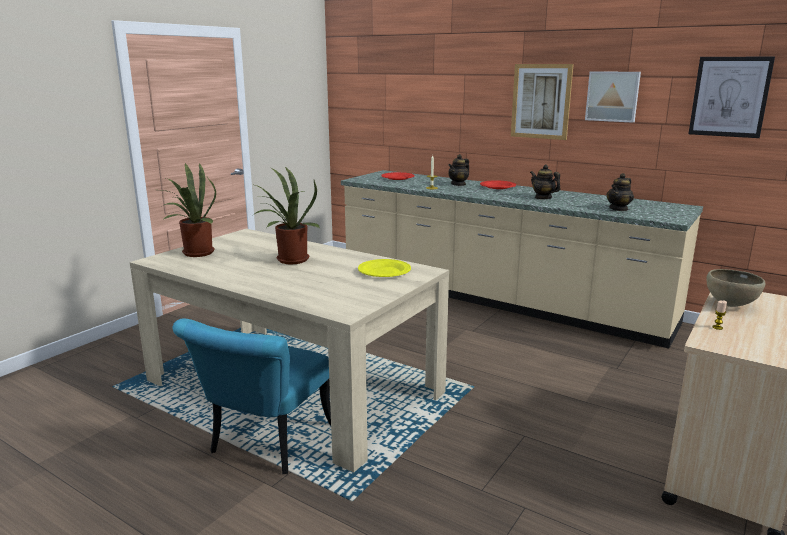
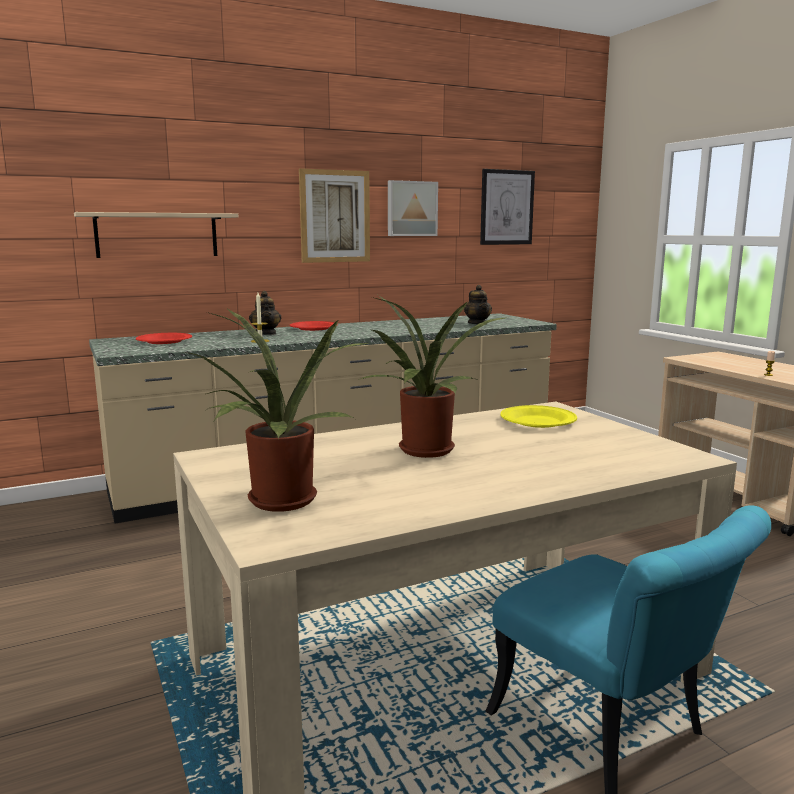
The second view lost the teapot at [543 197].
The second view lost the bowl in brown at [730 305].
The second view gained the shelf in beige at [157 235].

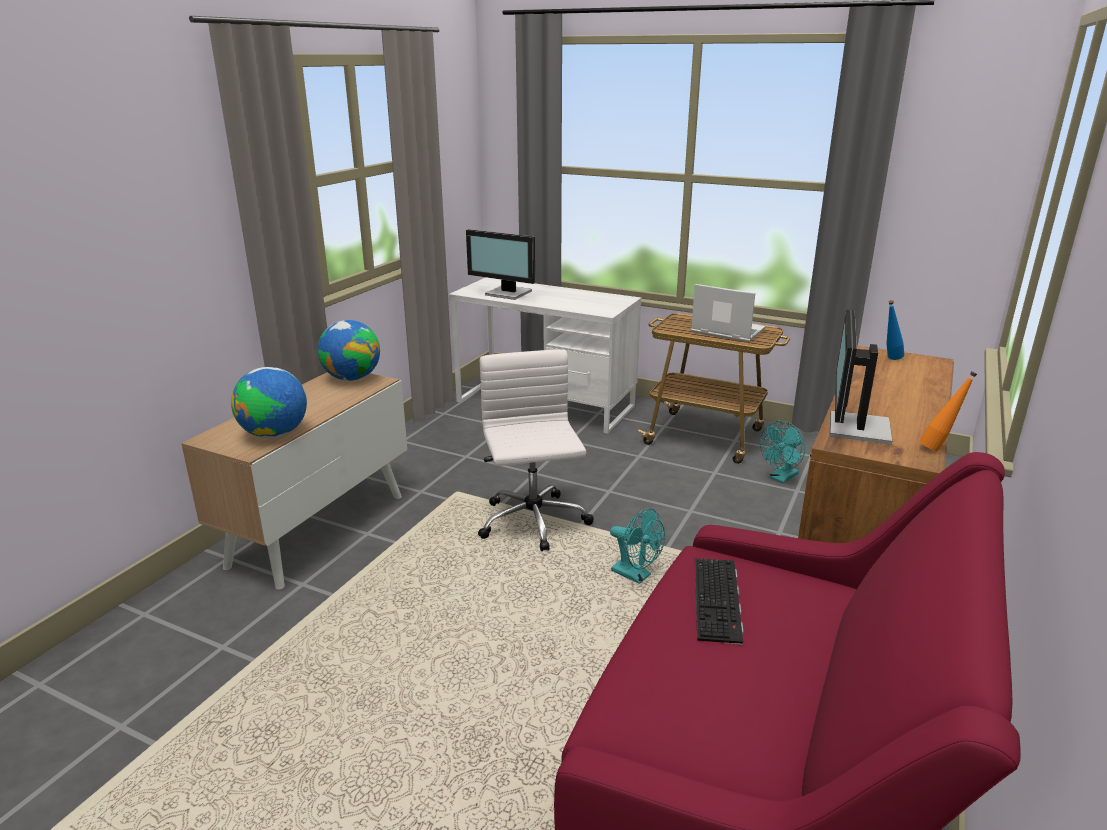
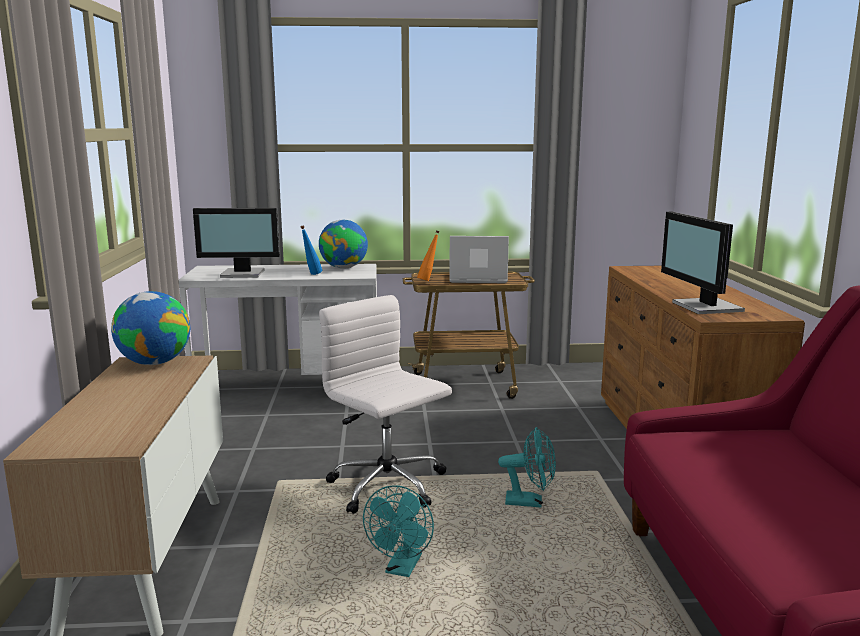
The second view lost the keyboard at [719 600].
The globe ended up elsewhere, having gone from [275 434] to [344 268].
The fan in turquoise ended up elsewhere, having gone from [781 478] to [402 569].
The bottle in blue ended up elsewhere, having gone from [889 359] to [311 275].
The bottle in orange ended up elsewhere, having gone from [939 448] to [428 280].

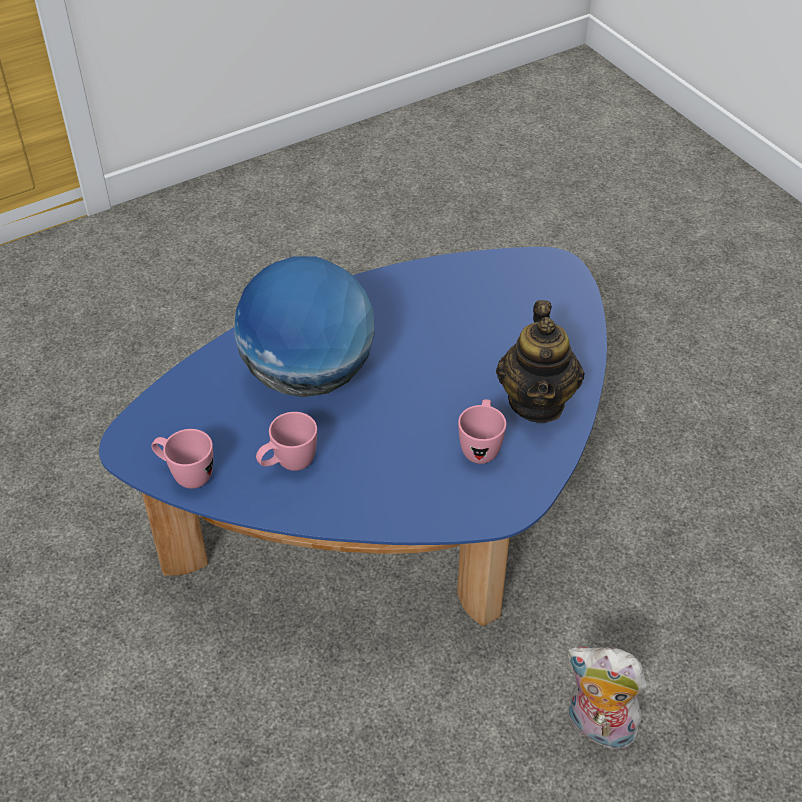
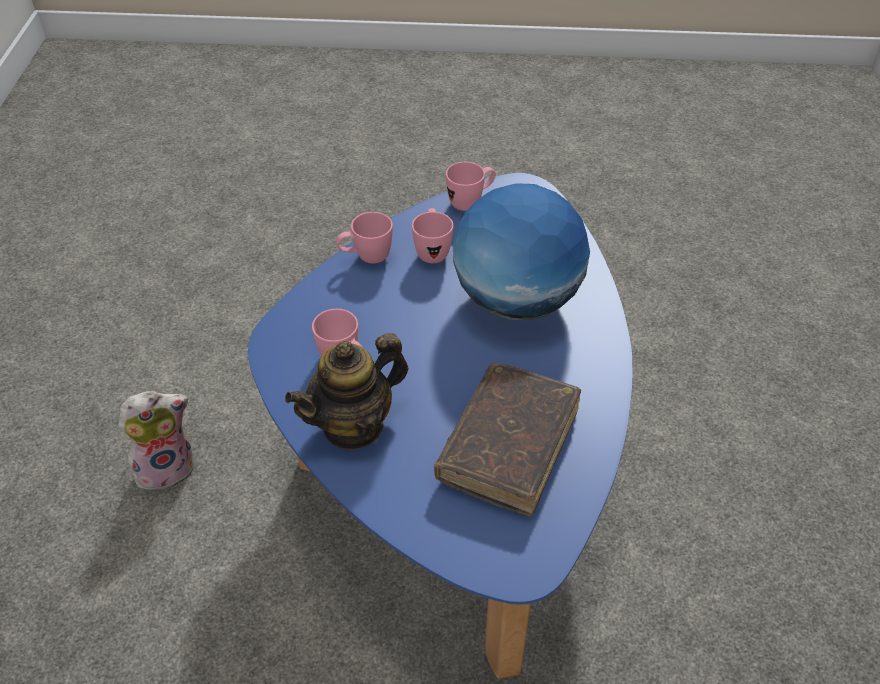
The second view gained the mug in pink at [366 258].
The second view gained the book in brown at [508 446].
The teapot at [537 402] ended up facing another way, 75 degrees counterclockwise from before.

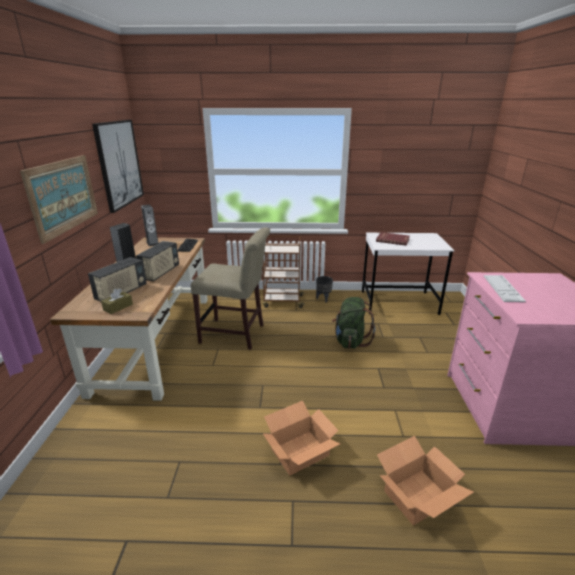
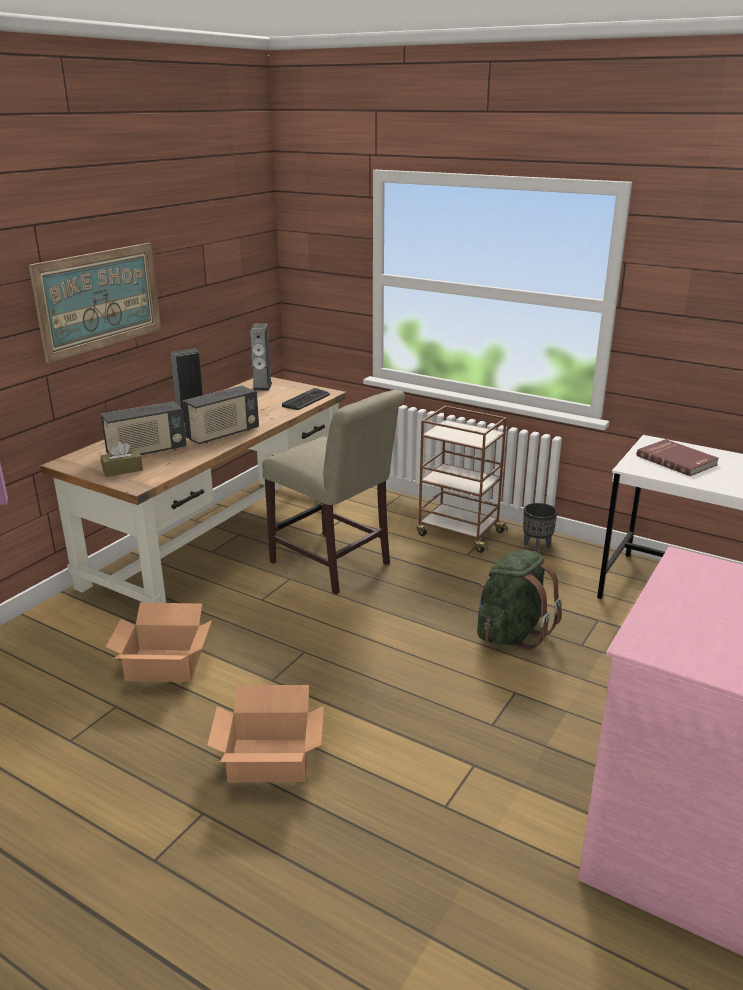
The second view lost the picture at [119 164].
The second view lost the keyboard at [502 288].
The cardboard box ended up elsewhere, having gone from [416 496] to [163 664].

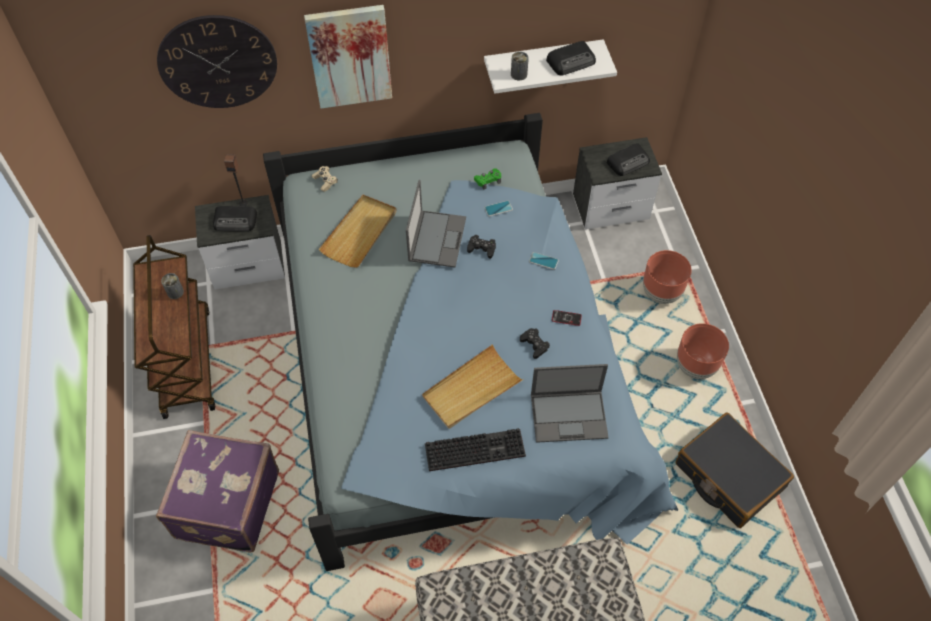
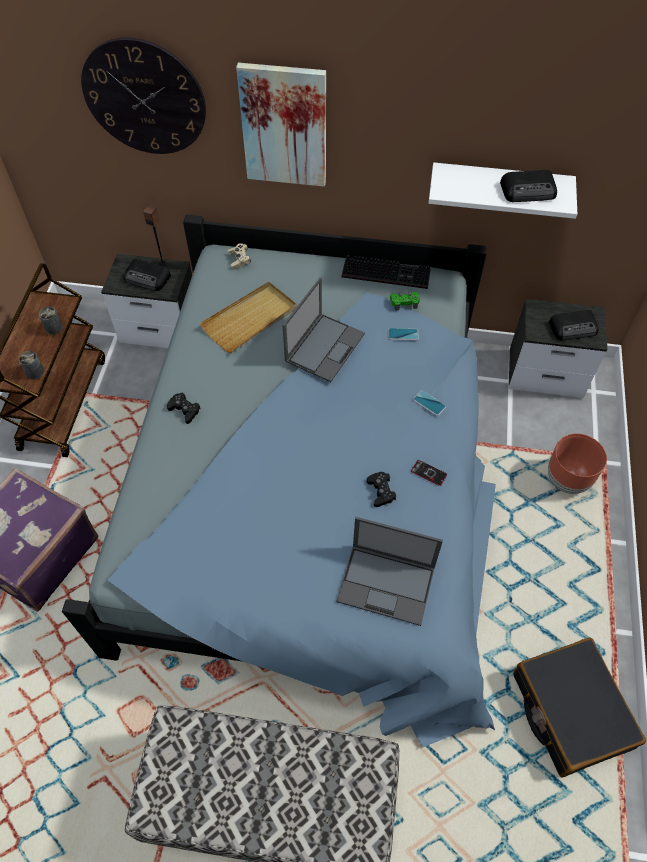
The second view lost the tray in beige at [471 389].
The second view lost the planter in brown at [696 366].
The keyboard ended up elsewhere, having gone from [476 448] to [387 272].
The game controller in black ended up elsewhere, having gone from [481 248] to [184 410].
The can ended up elsewhere, having gone from [519 74] to [35 372].

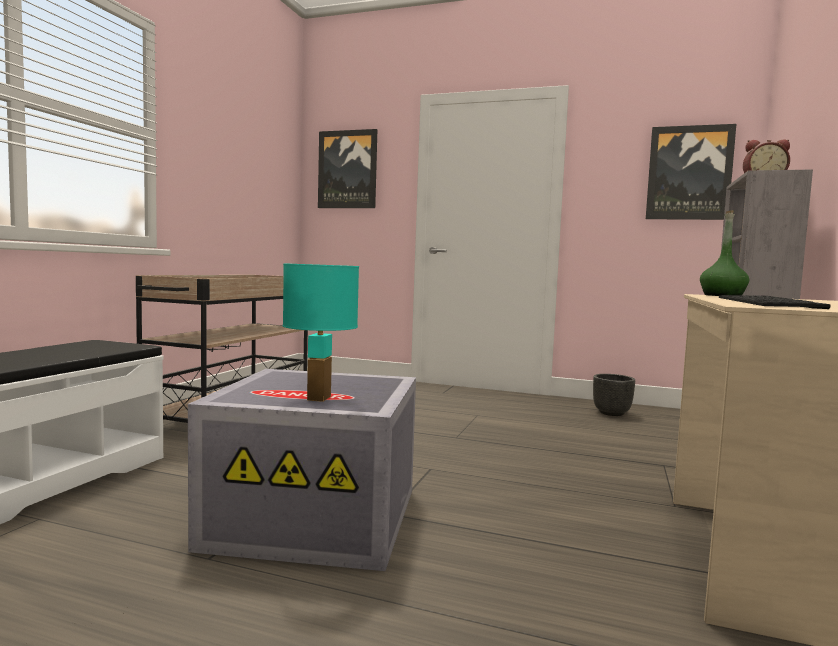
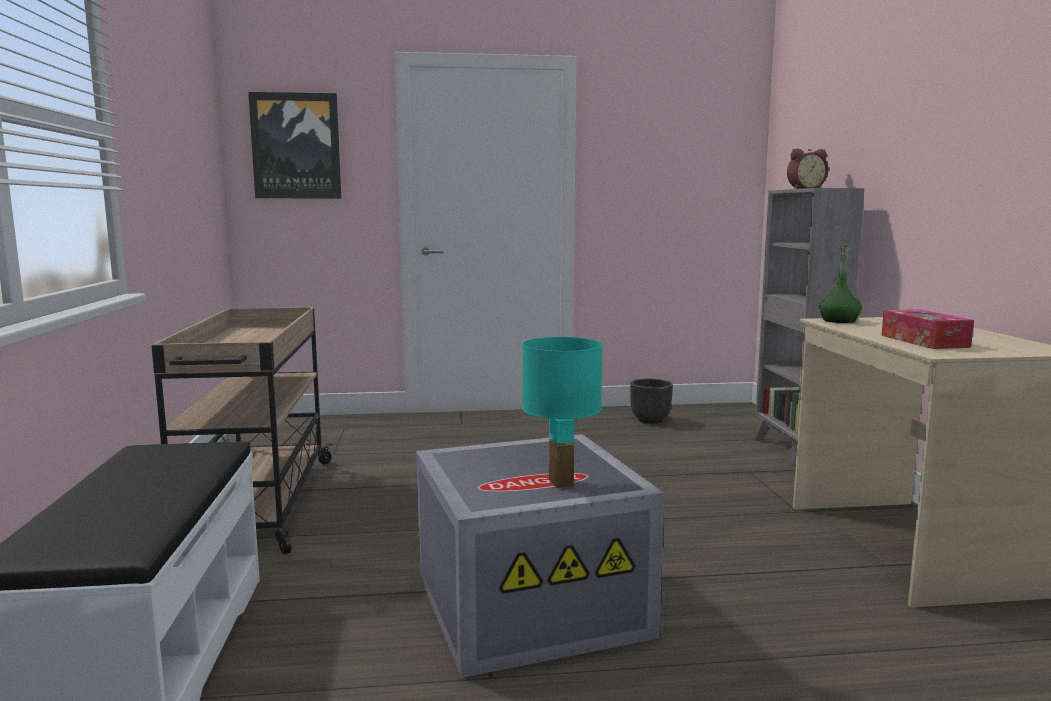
The second view lost the picture at [689 173].
Where the keyboard stood at [770 302], the tissue box came to stand at [924 341].

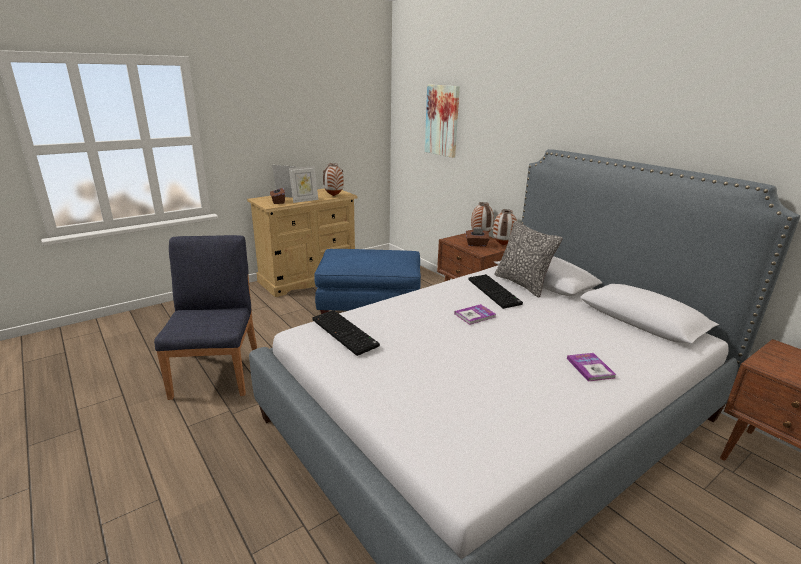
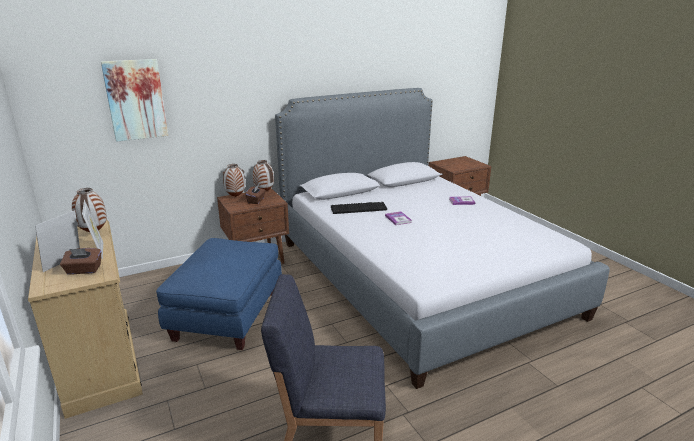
The second view lost the keyboard at [346 333].
The second view lost the pillow at [522 284].

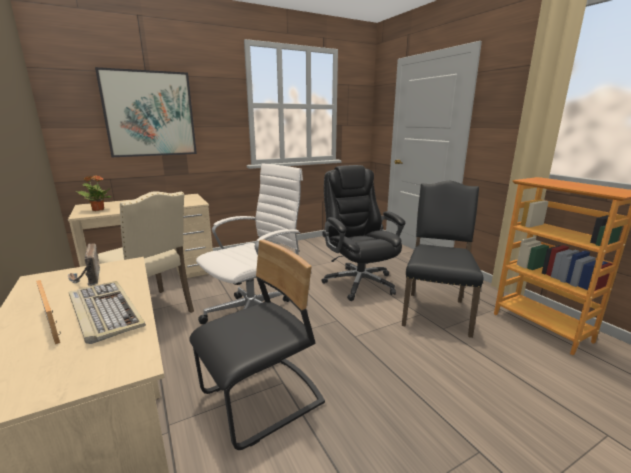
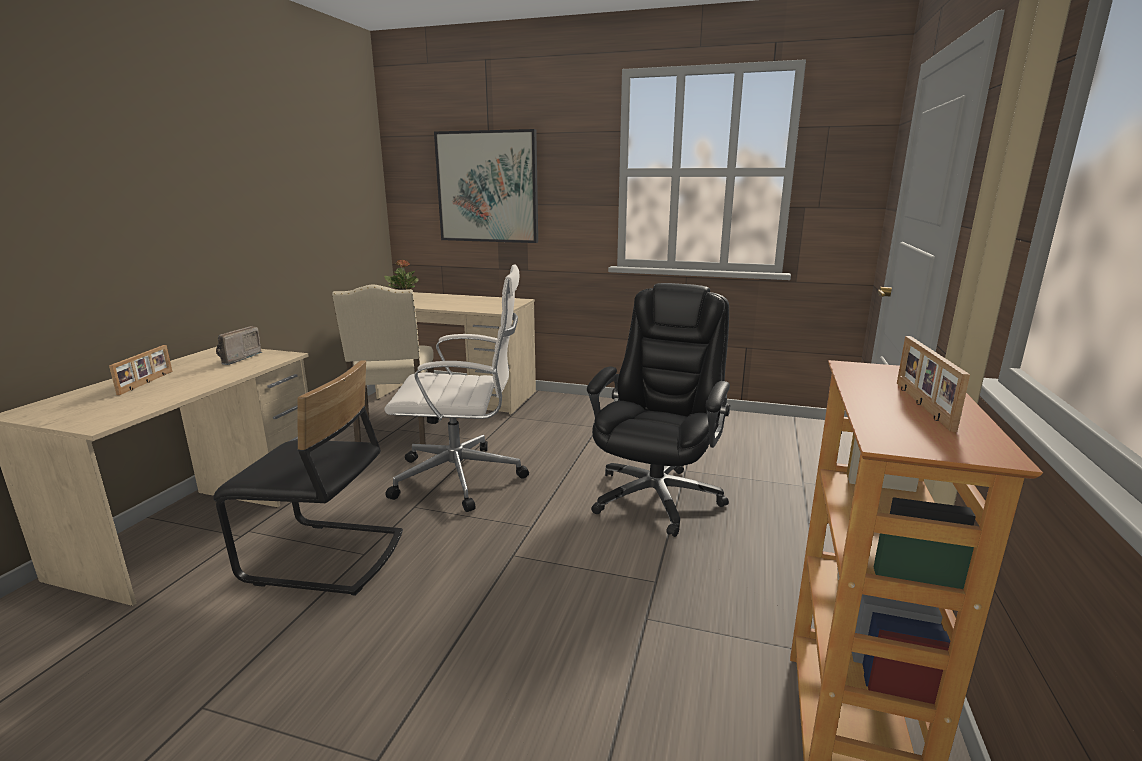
The second view lost the keyboard at [103 312].
The second view lost the chair in black at [435 312].
The second view gained the picture frame at [921 405].

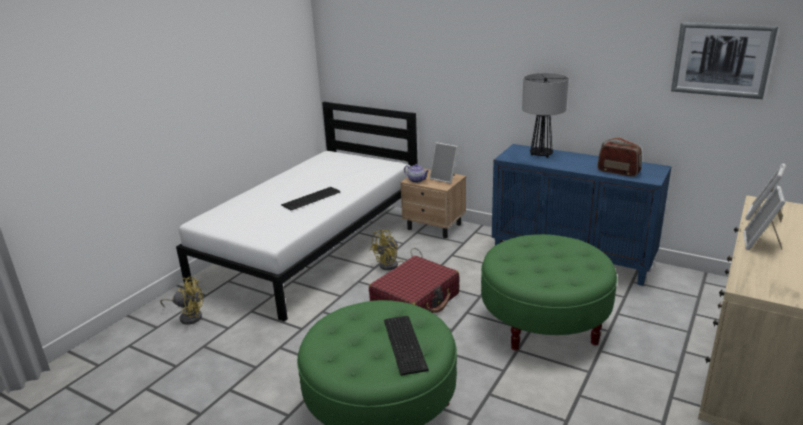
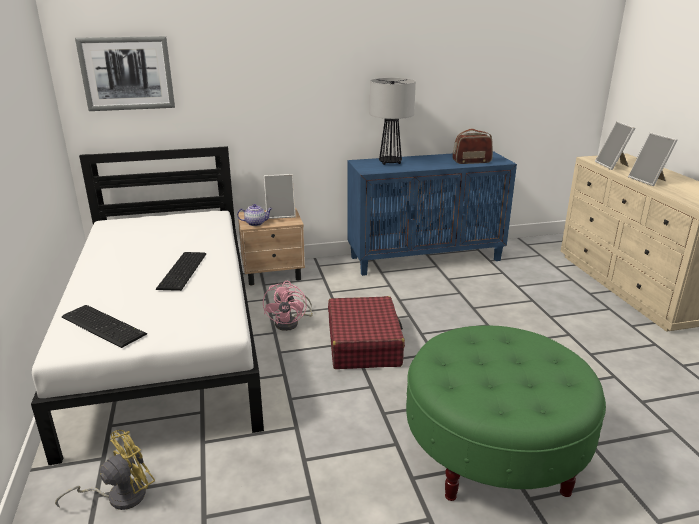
The second view lost the ottoman in green at [544 322].
The keyboard ended up elsewhere, having gone from [406 343] to [104 324].
The picture ended up elsewhere, having gone from [721 59] to [127 73].
What was the fan in yellow at [393 266] turned into the fan in pink at [291 323].

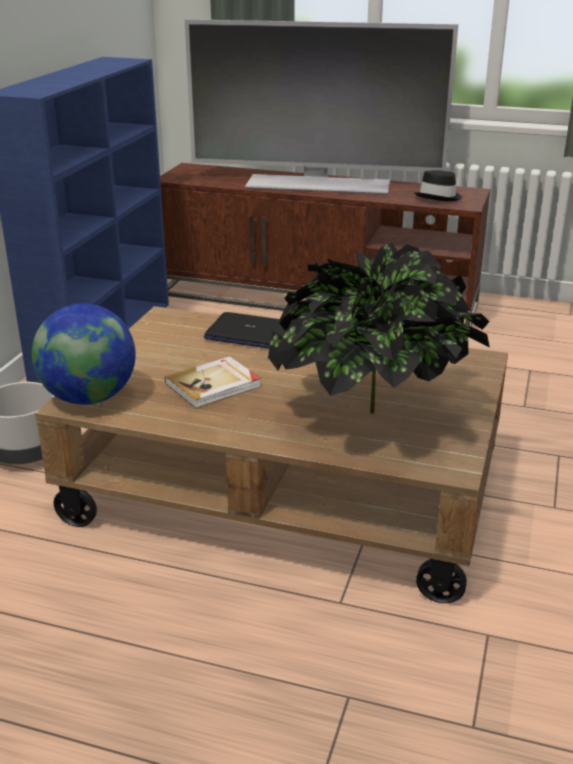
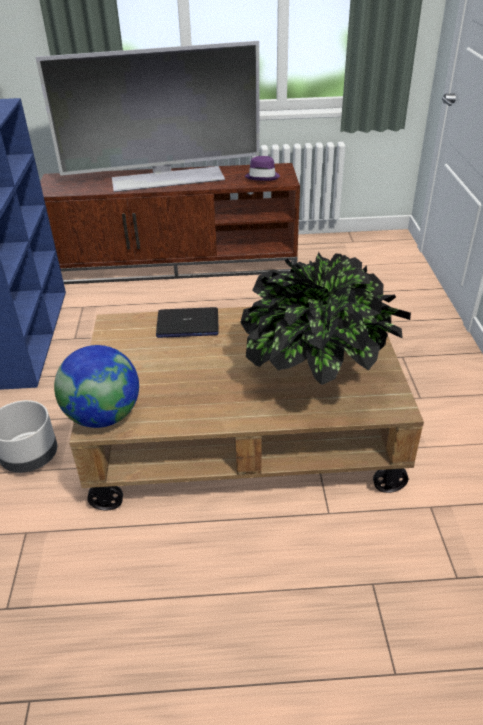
The second view lost the book at [214 385].
What was the hat in black at [439 197] turned into the hat in purple at [262 176].

